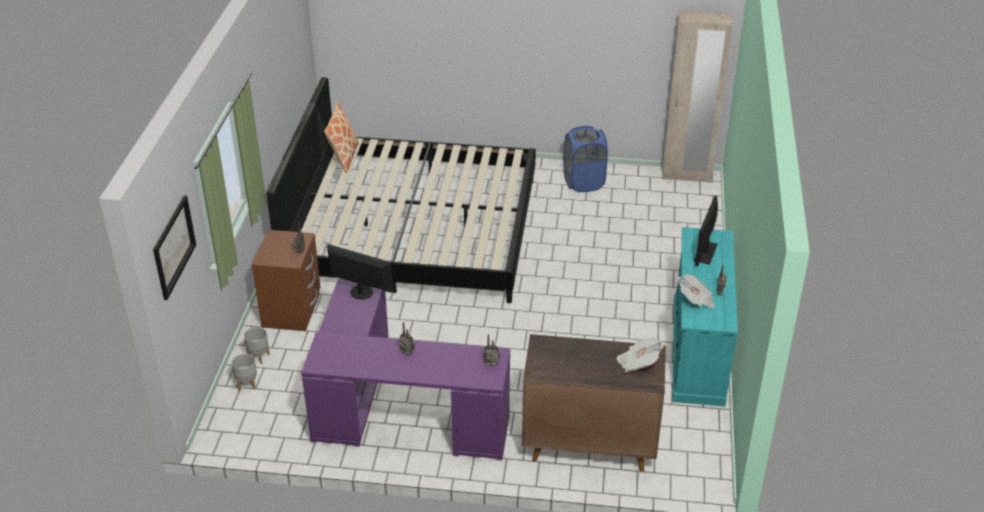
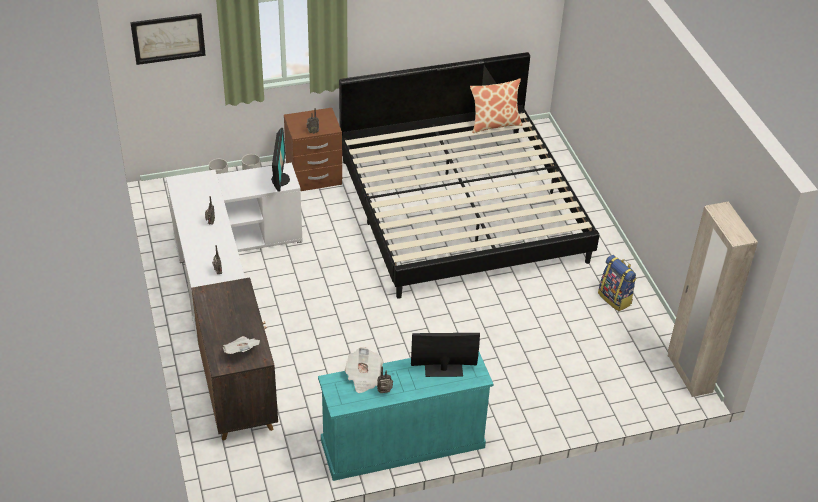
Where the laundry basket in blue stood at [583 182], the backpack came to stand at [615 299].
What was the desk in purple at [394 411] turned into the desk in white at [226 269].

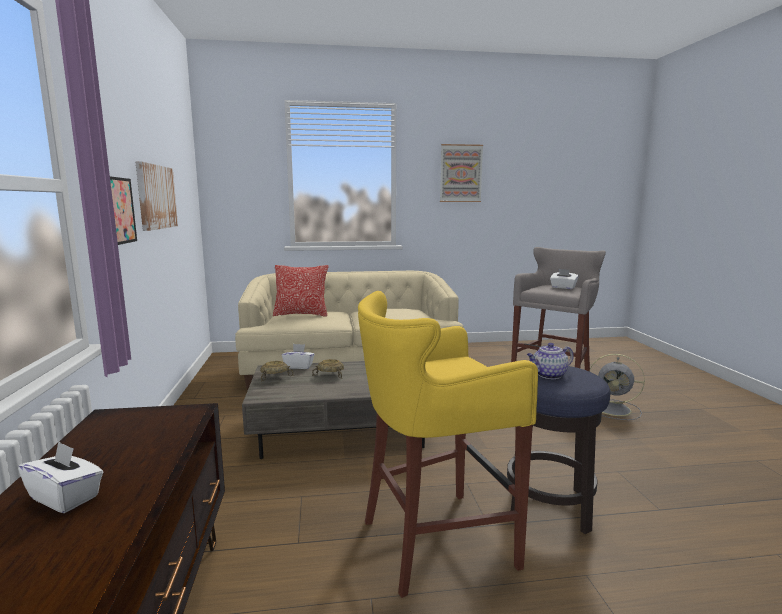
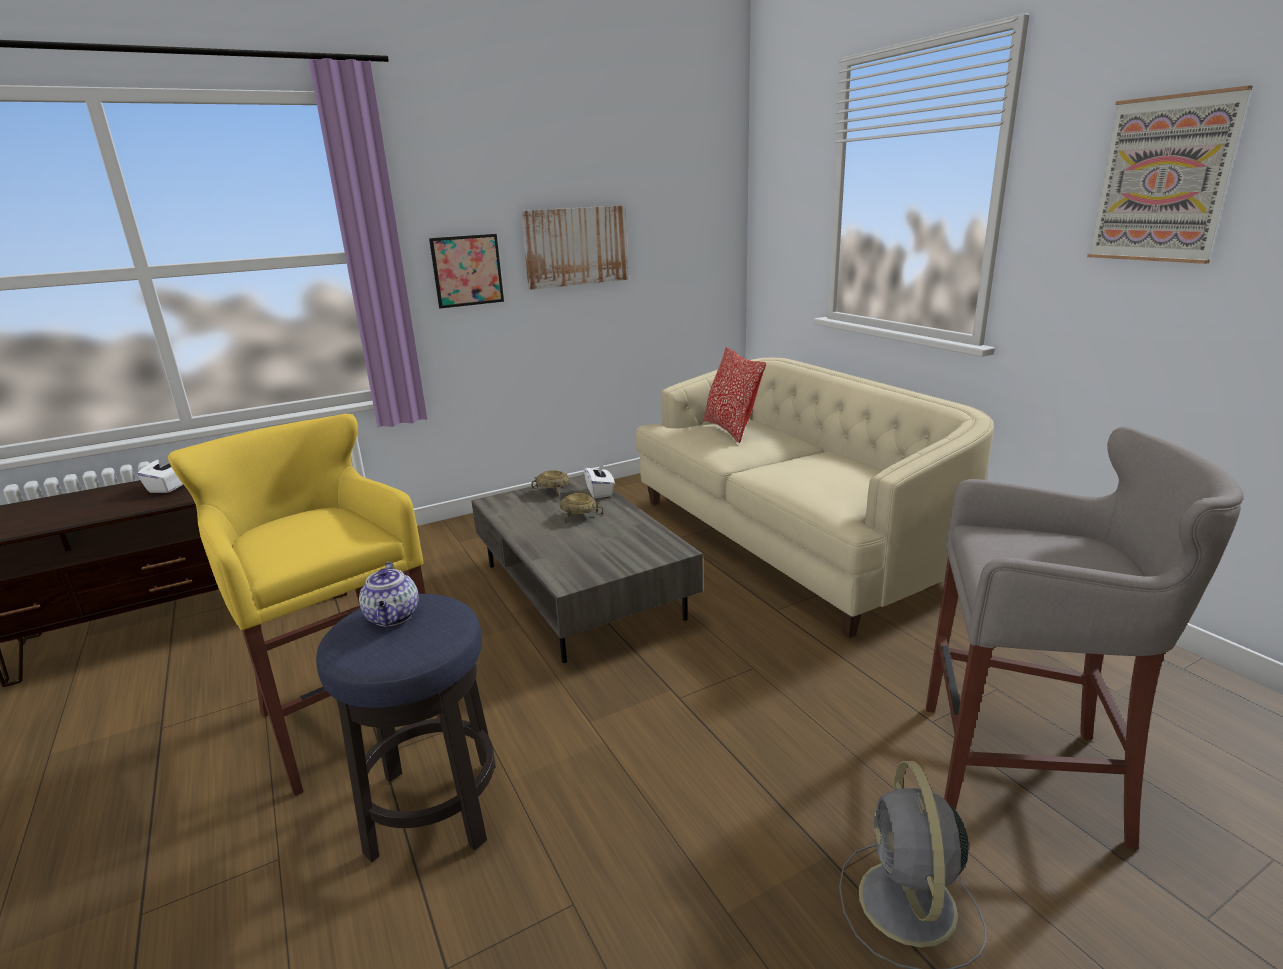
The second view lost the tissue box in white at [563 287].
The teapot at [548 375] ended up facing another way, 150 degrees counterclockwise from before.

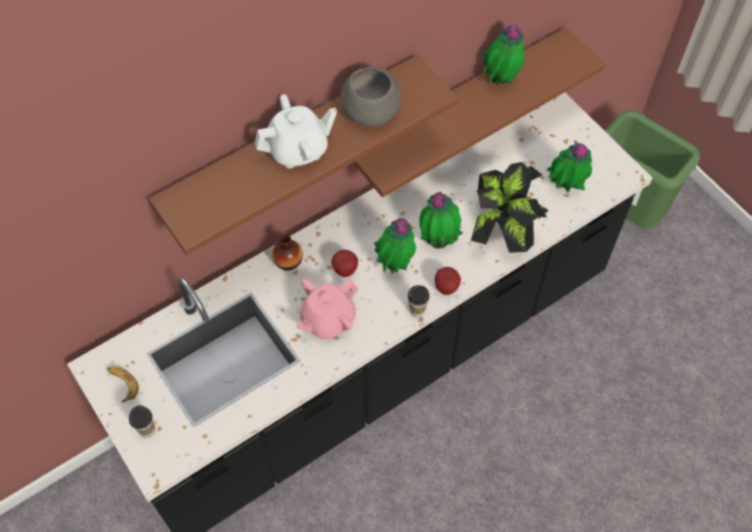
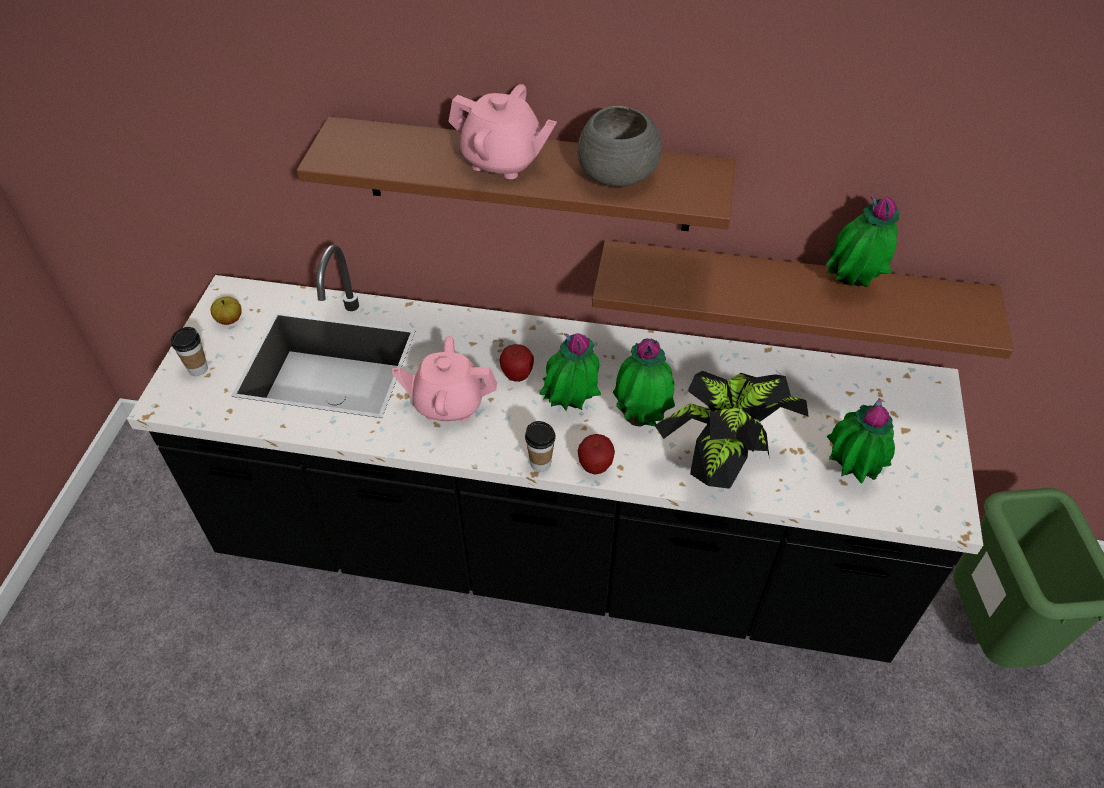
The second view lost the vase at [288 261].
Where the banana stood at [122 384], the apple came to stand at [229 320].
What was the teapot in white at [298 150] turned into the teapot in pink at [503 161].

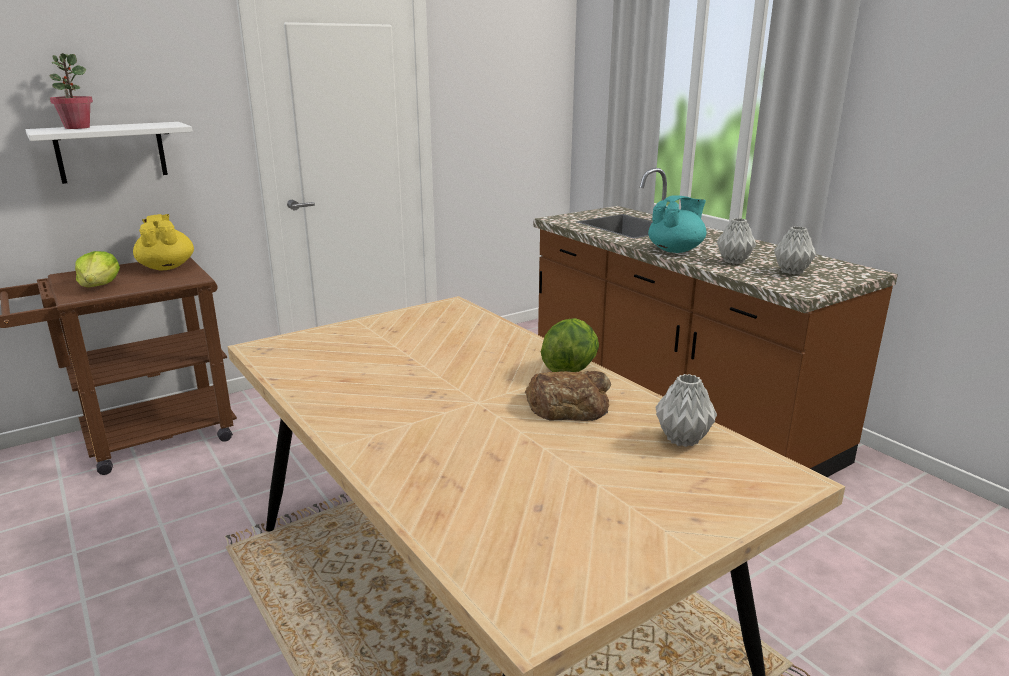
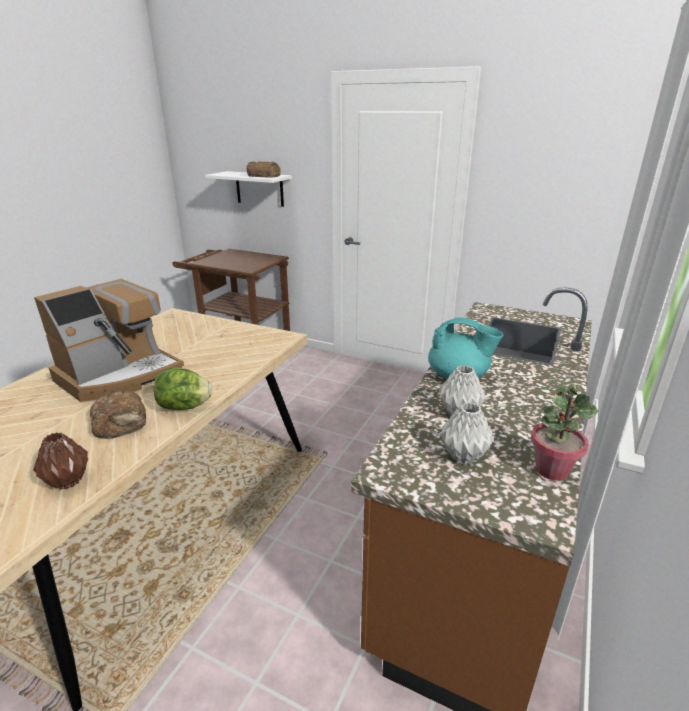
The second view lost the lettuce at [100 286].
The second view lost the teapot in yellow at [166 267].
The second view gained the coffee machine at [120 375].
The second view gained the bread at [264 175].
The potted plant ended up elsewhere, having gone from [77 127] to [551 470].
What was the vase in grey at [681 439] turned into the vase in brown at [67 481].

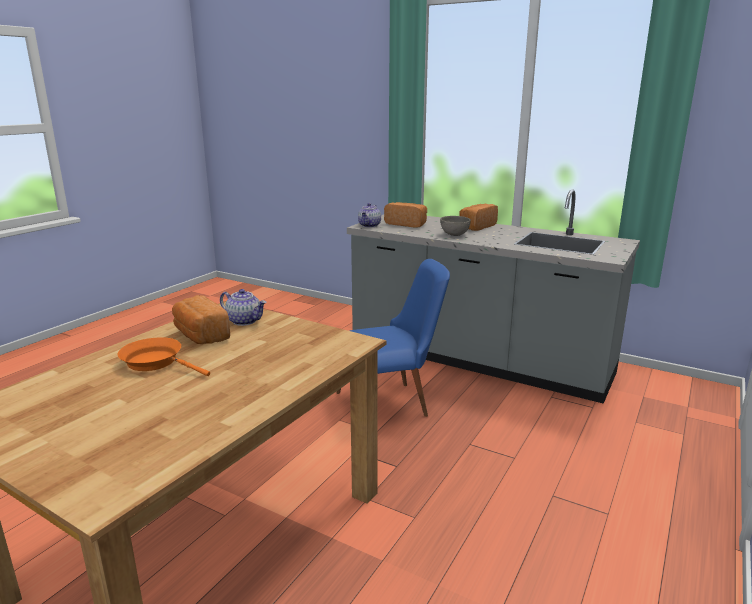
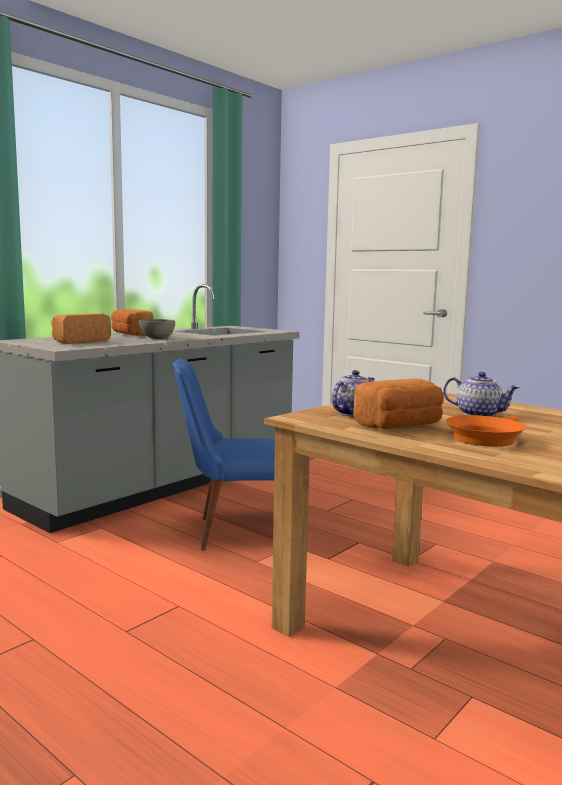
The teapot ended up elsewhere, having gone from [369 225] to [479 414].
The chair in blue at [391 404] ended up facing another way, 90 degrees counterclockwise from before.

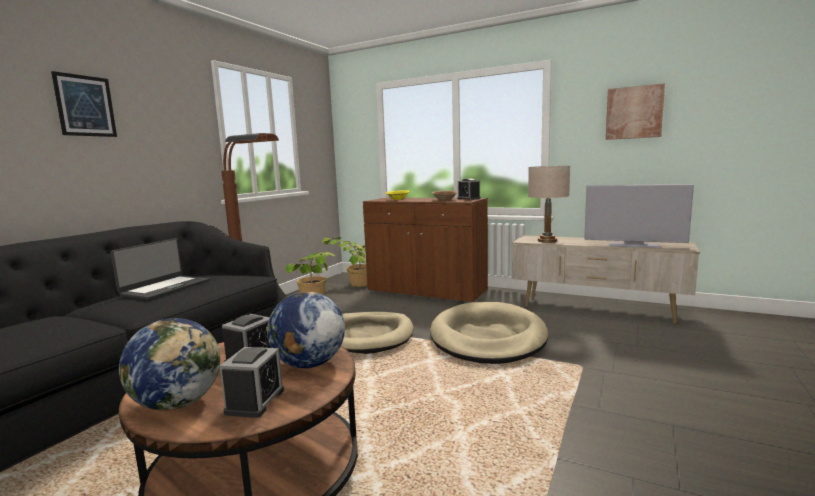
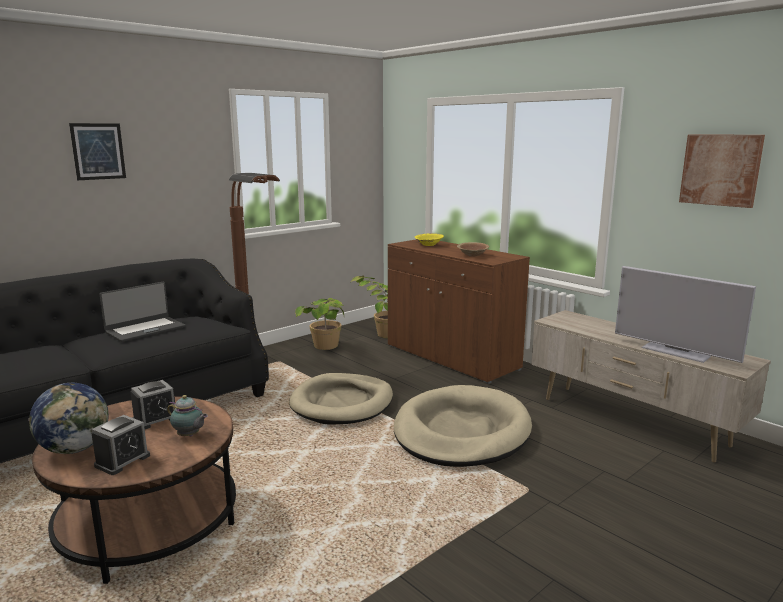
The second view lost the alarm clock at [468 198].
The second view lost the table lamp in beige at [547 241].
Where the globe stood at [308 364], the teapot came to stand at [189 436].

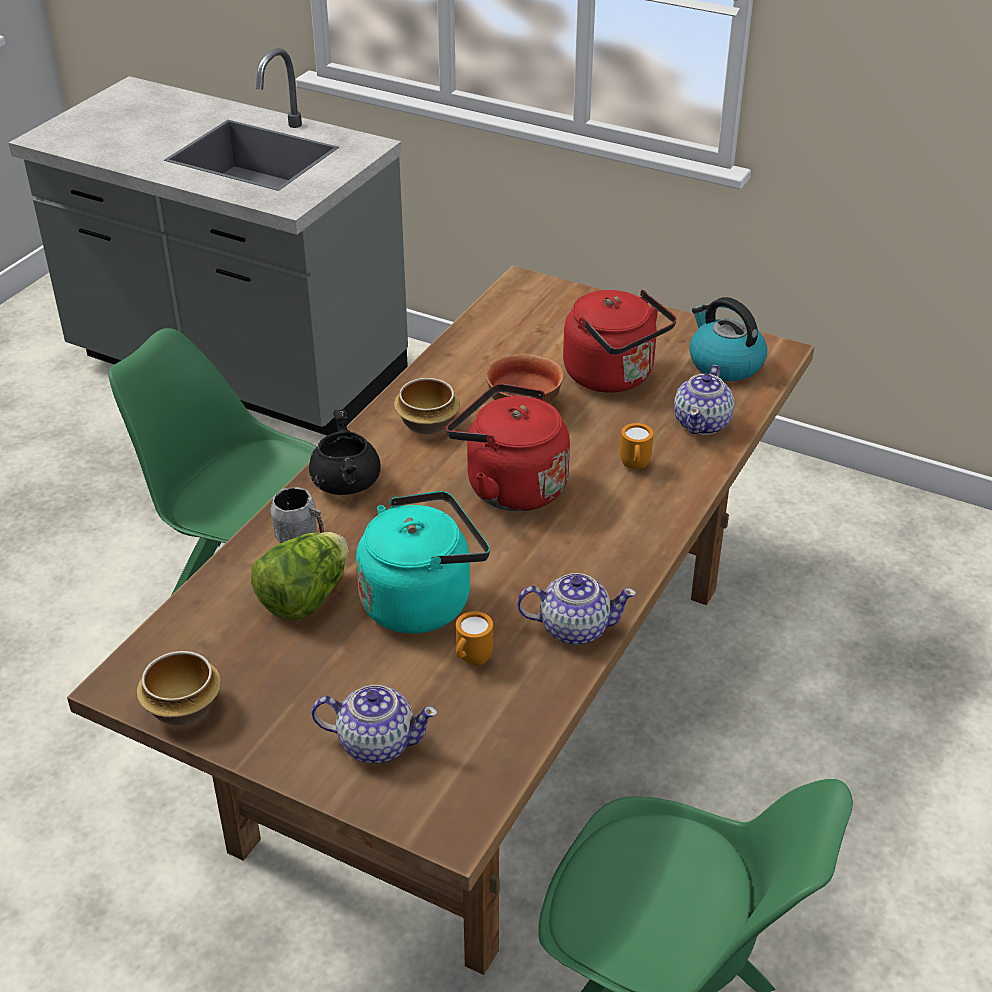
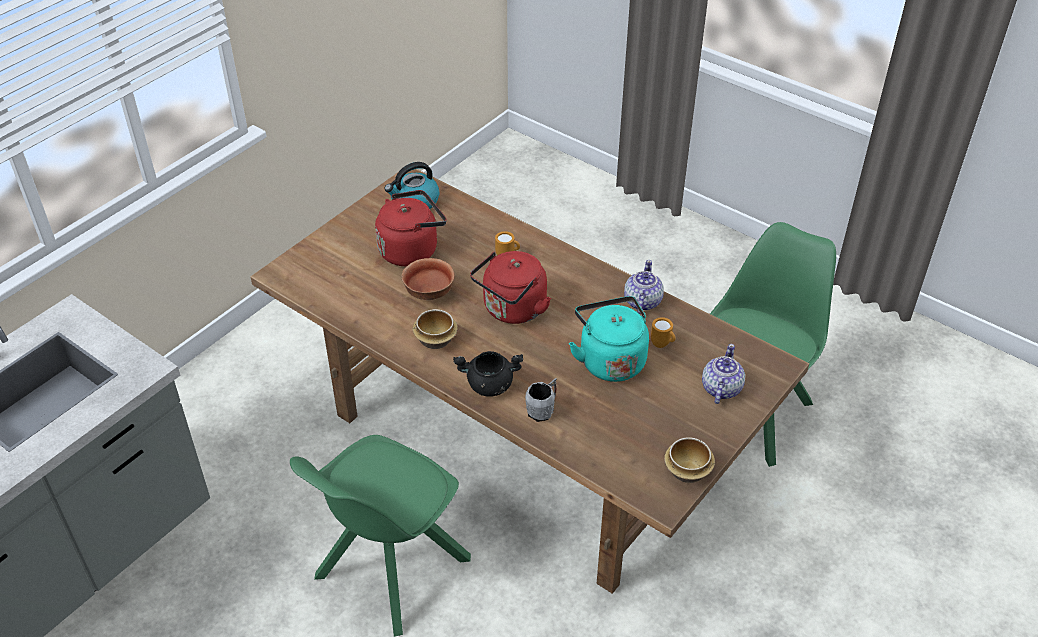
The second view lost the lettuce at [305 598].
The second view lost the teapot at [702 423].

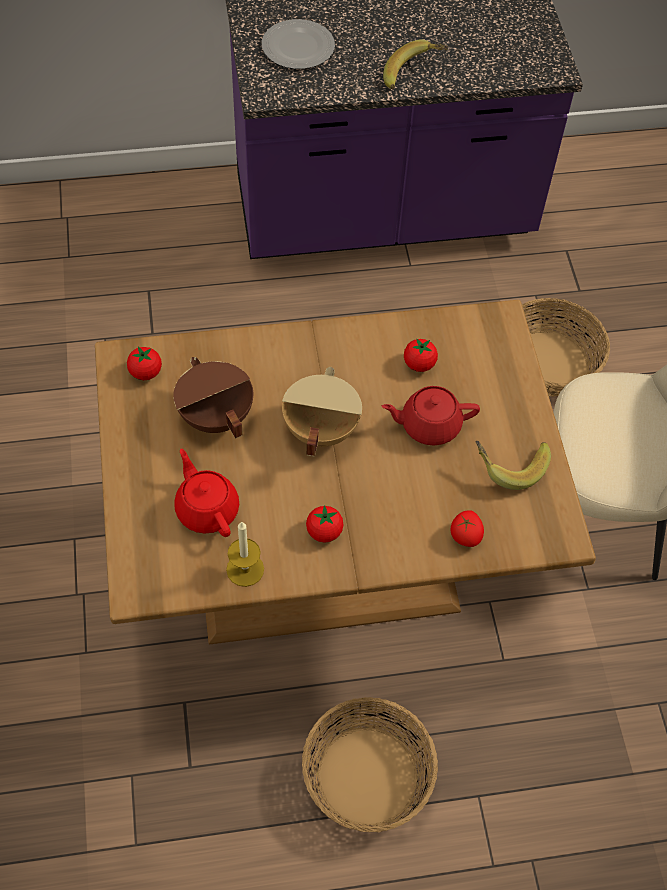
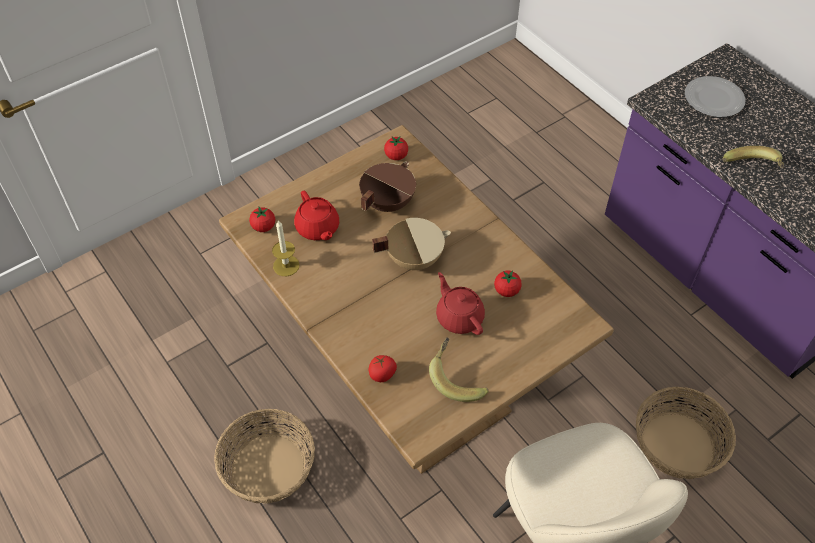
The tomato ended up elsewhere, having gone from [324 531] to [263 227].
The teapot in red at [207 508] ended up facing another way, 120 degrees clockwise from before.

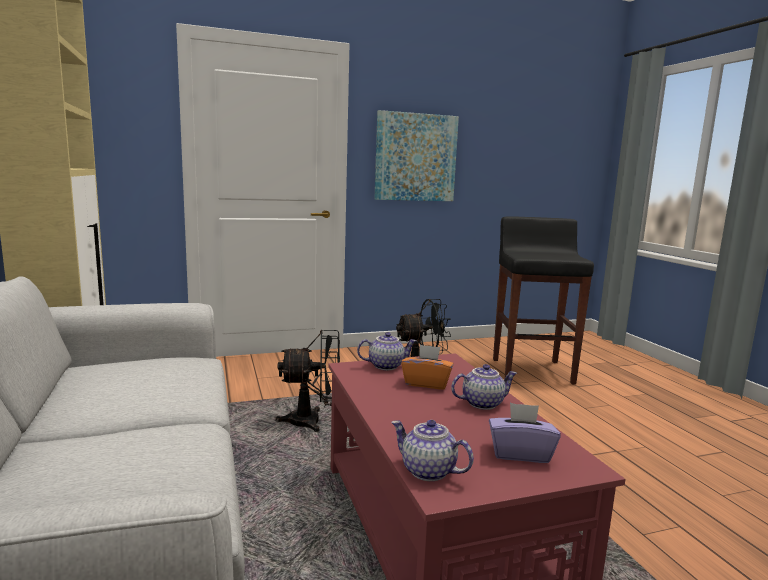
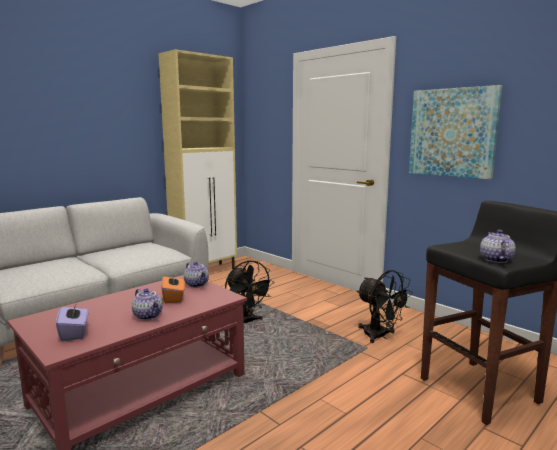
The teapot ended up elsewhere, having gone from [427 471] to [495 259].

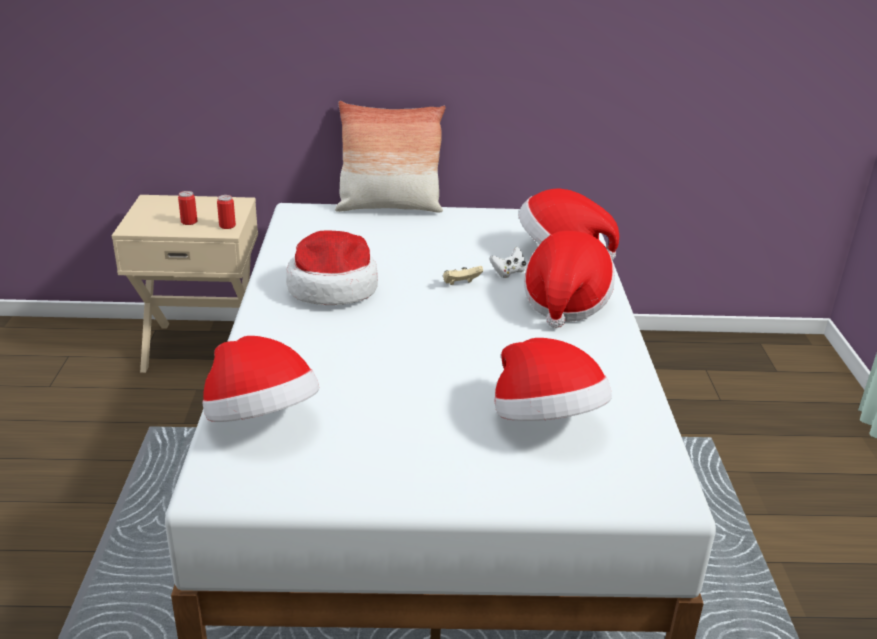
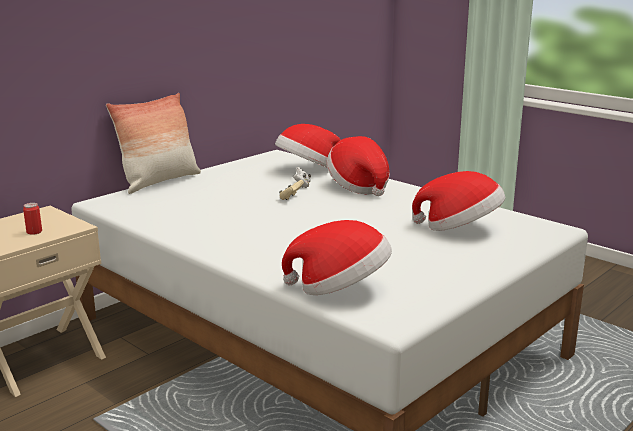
The second view lost the can at [227 226].
The second view lost the hat at [332 288].

